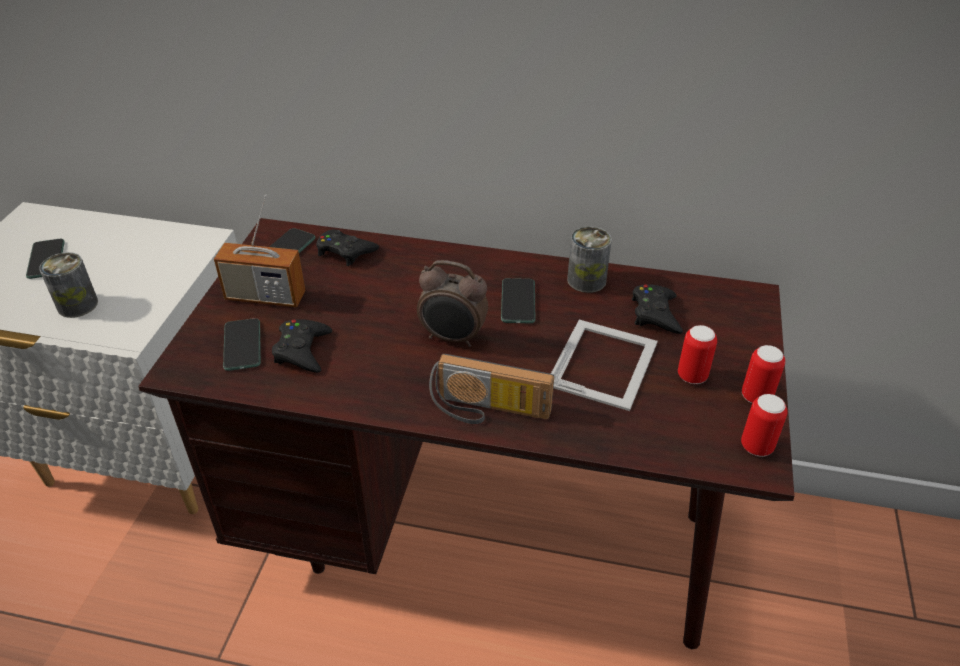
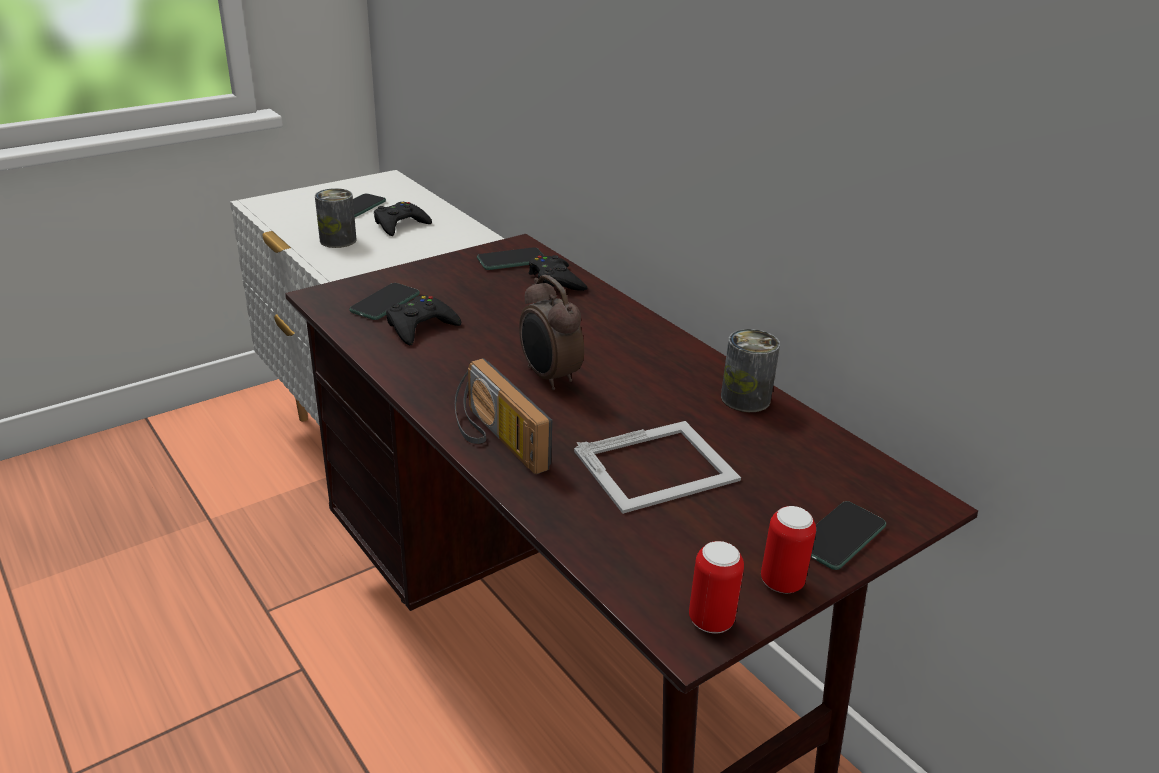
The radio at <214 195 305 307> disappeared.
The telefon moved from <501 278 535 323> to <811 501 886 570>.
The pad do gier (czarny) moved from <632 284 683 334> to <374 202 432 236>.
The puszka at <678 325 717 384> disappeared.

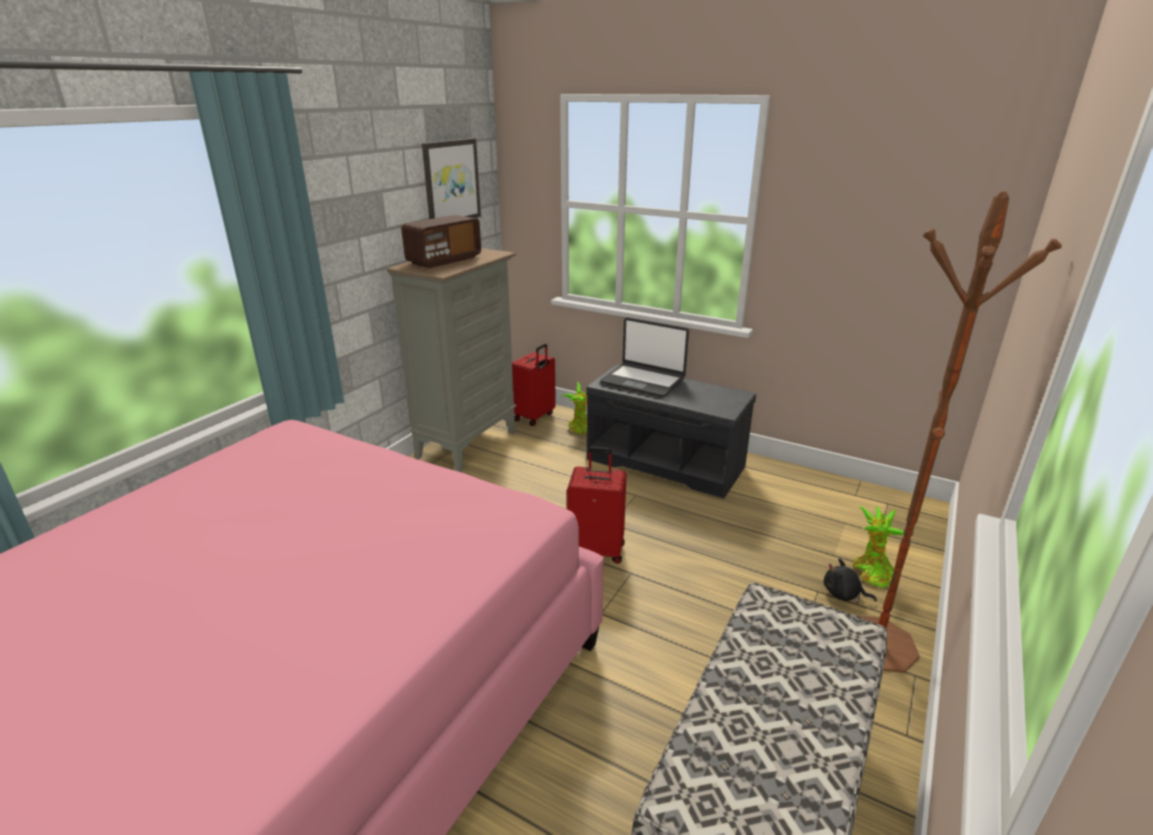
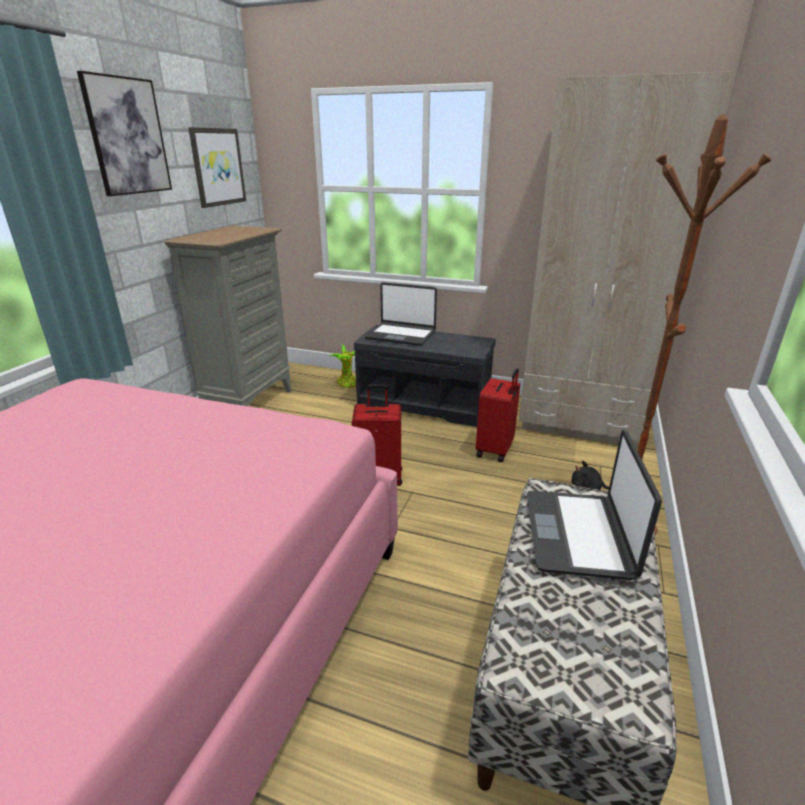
The radio at <401 215 481 268> disappeared.
The walizka (czerwony) moved from <512 344 556 426> to <476 368 520 462>.
The roślina doniczkowa at <853 506 904 588> disappeared.
The obraz at <77 71 172 196> appeared.
The szafa (beżowy) at <519 71 733 449> appeared.
The laptop at <527 430 662 580> appeared.

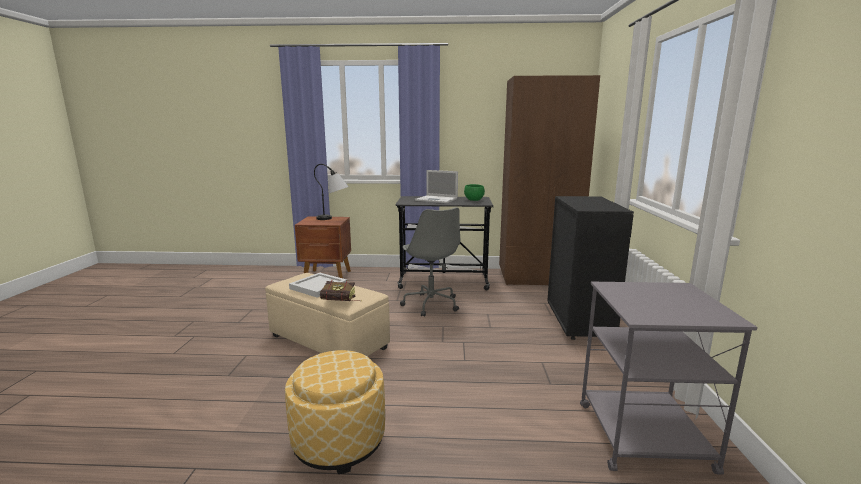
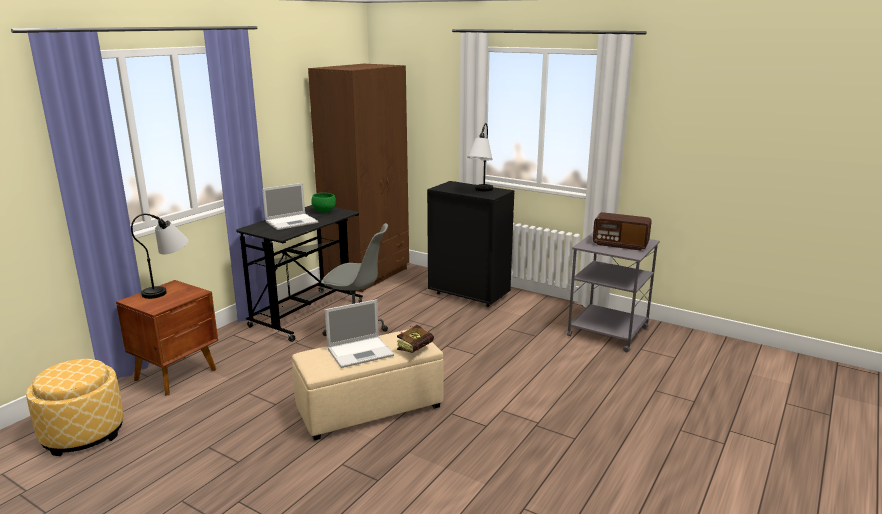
The taca (biały) at <289 273 347 298> was replaced by the laptop at <325 299 394 368>.
The pufa moved from <285 350 385 474> to <26 359 124 456>.
The lampa stołowa at <467 123 493 191> appeared.
The radio at <593 212 652 251> appeared.

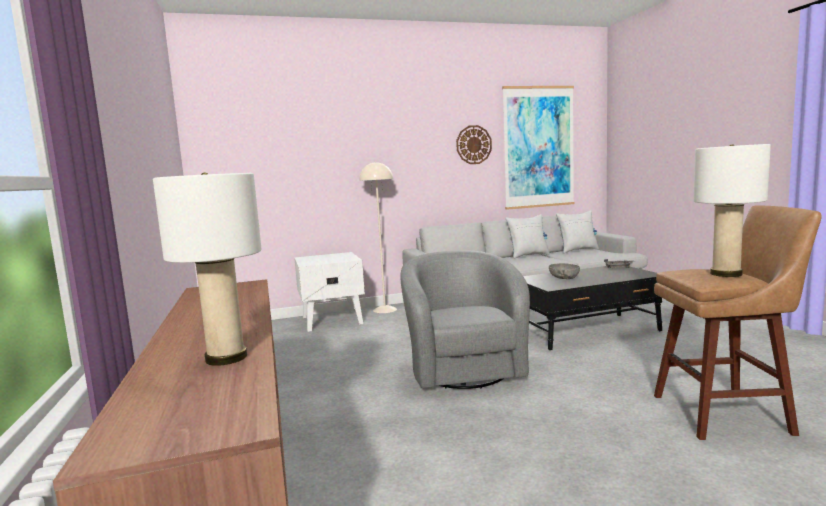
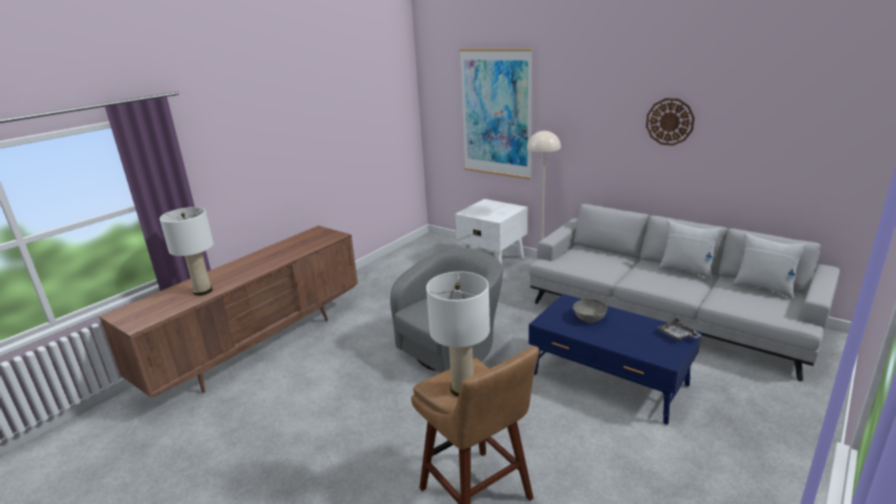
The obraz moved from <502 86 574 210> to <459 48 533 180>.
The ława (czarny) at <523 266 662 350> became the ława (niebieski) at <529 294 702 424>.

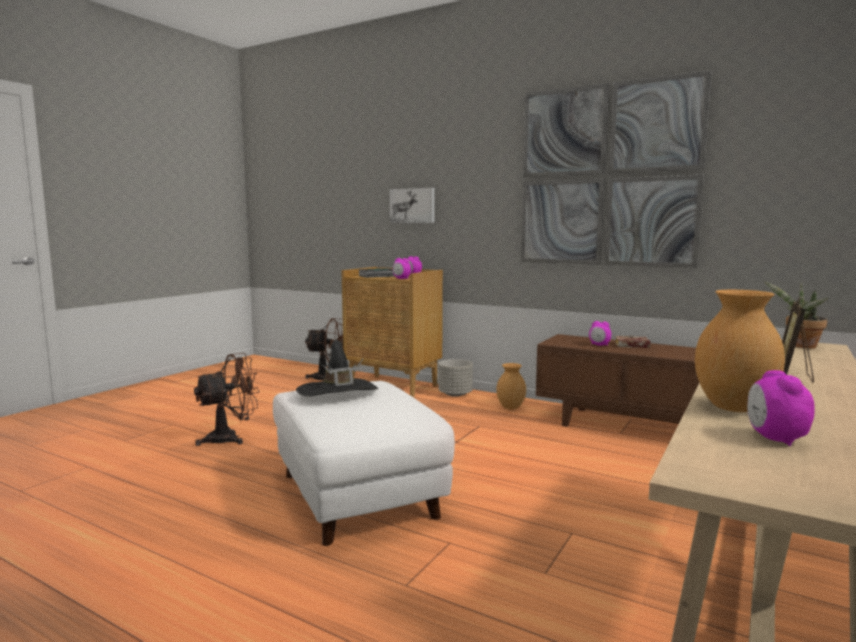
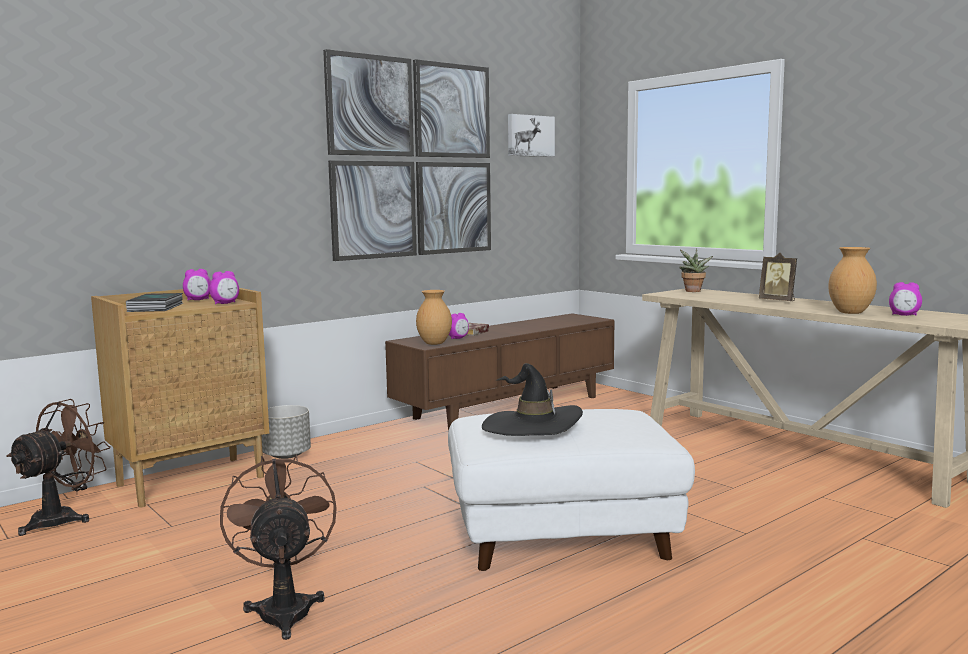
The obraz moved from <390 188 435 223> to <508 114 555 157>.
The wazon (brązowy) moved from <496 363 526 410> to <416 290 452 345>.

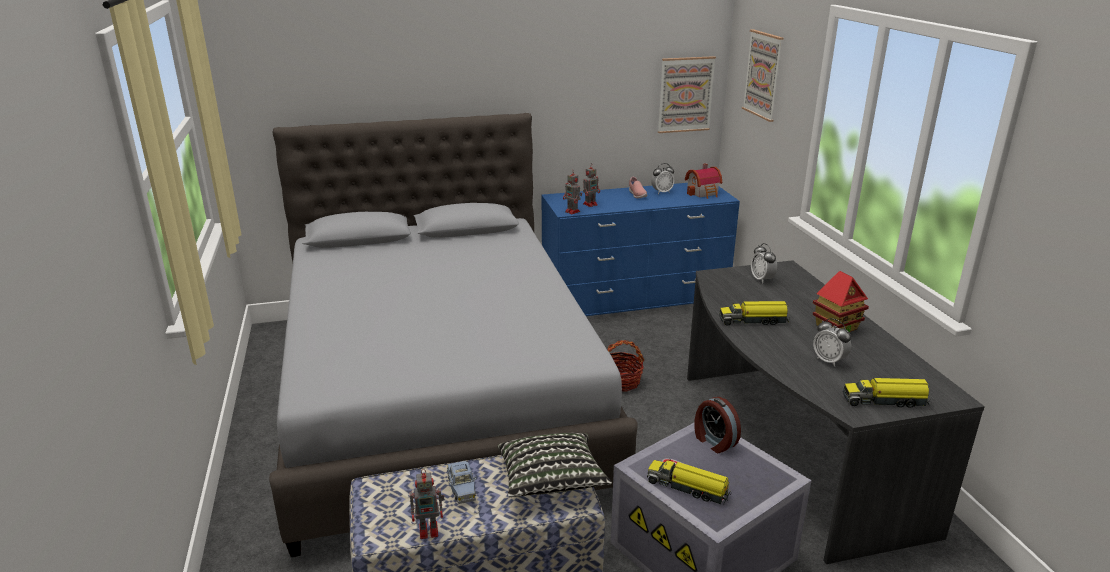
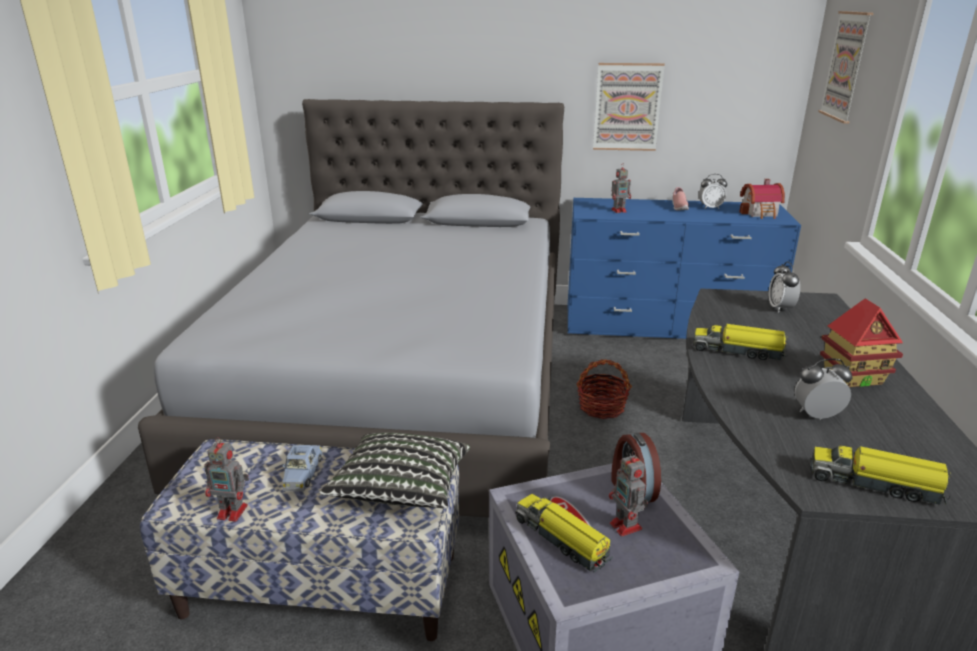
The obraz moved from <658 56 716 133> to <593 63 665 151>.
The robot zabawkowy moved from <563 170 582 214> to <609 451 648 537>.
The budzik at <813 318 851 367> turned 105 degrees clockwise.

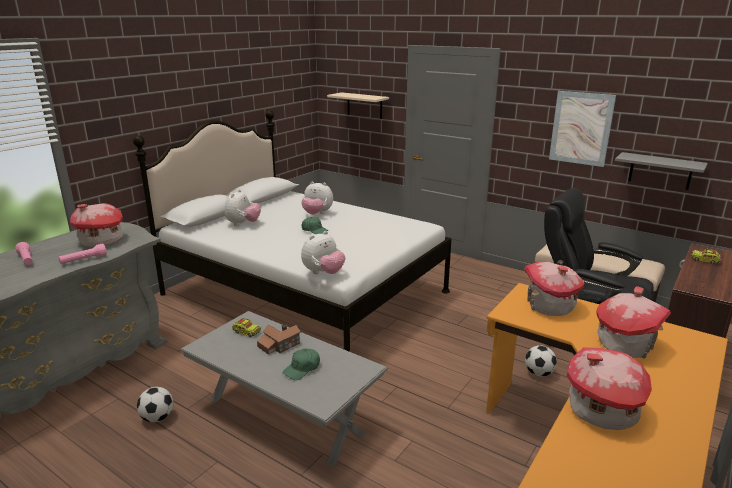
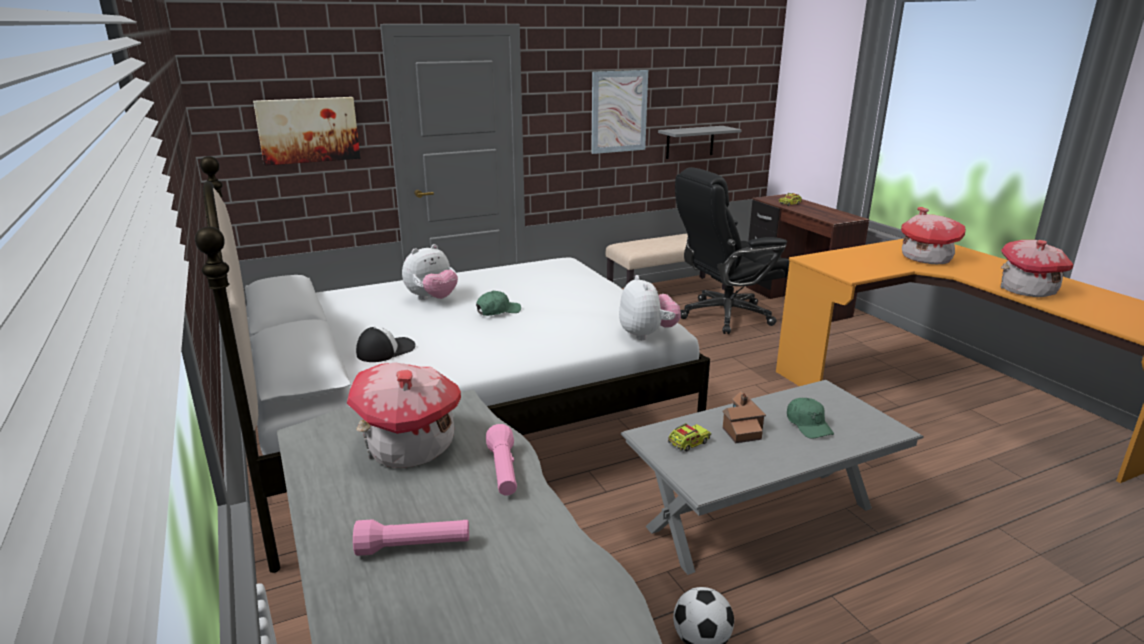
The półka (beżowy) at <327 92 389 119> was replaced by the obraz at <253 97 360 166>.
The pluszak at <225 189 261 226> was replaced by the czapka z daszkiem at <356 327 416 362>.
The domek at <524 262 584 316> disappeared.
The piłka futbolowa at <525 345 557 377> disappeared.

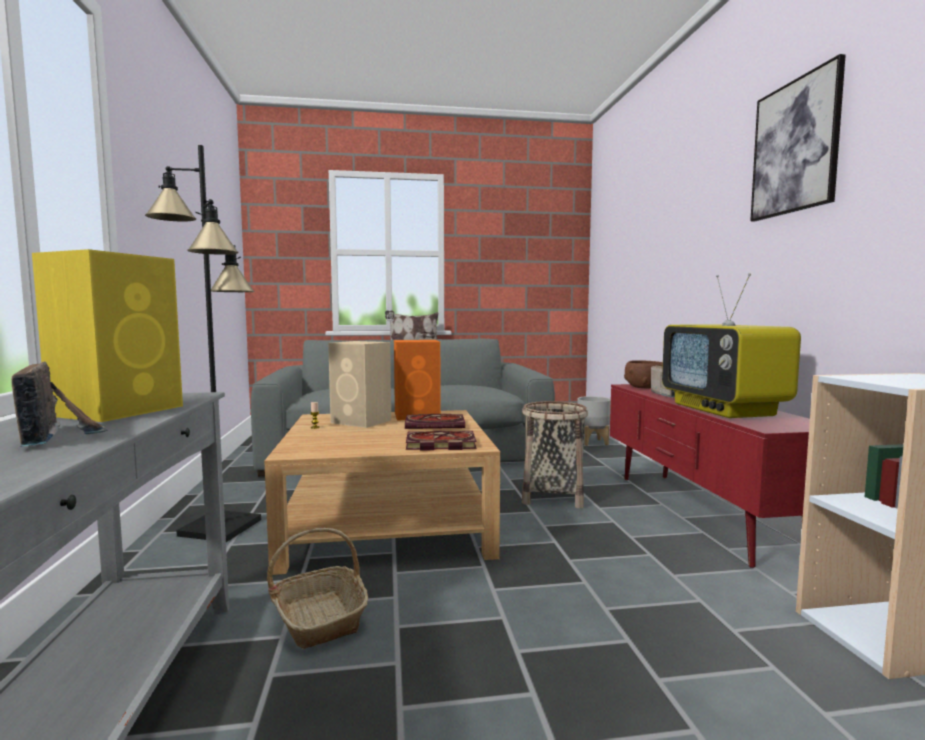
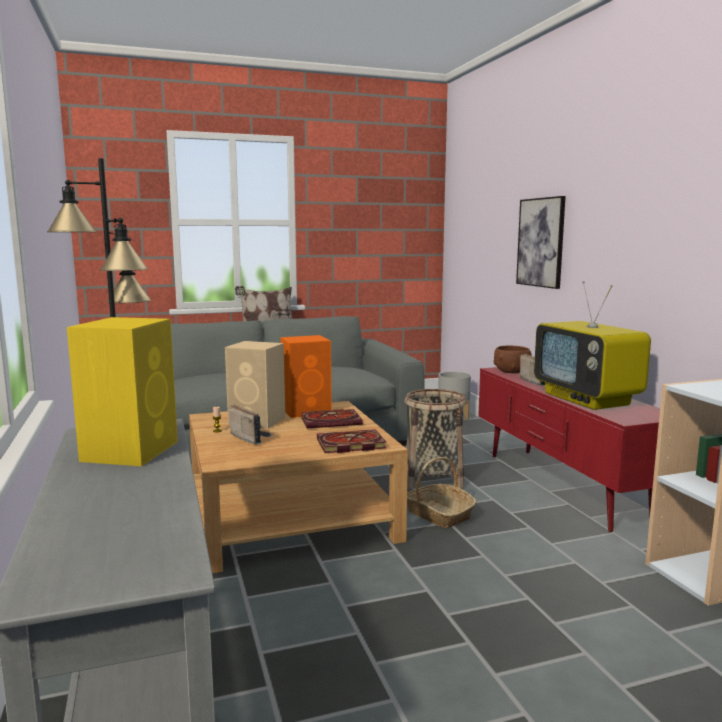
The obraz moved from <750 54 846 221> to <516 196 566 289>.
The radio moved from <11 362 107 447> to <228 405 274 445>.
The koszyk moved from <267 528 368 649> to <407 457 477 528>.

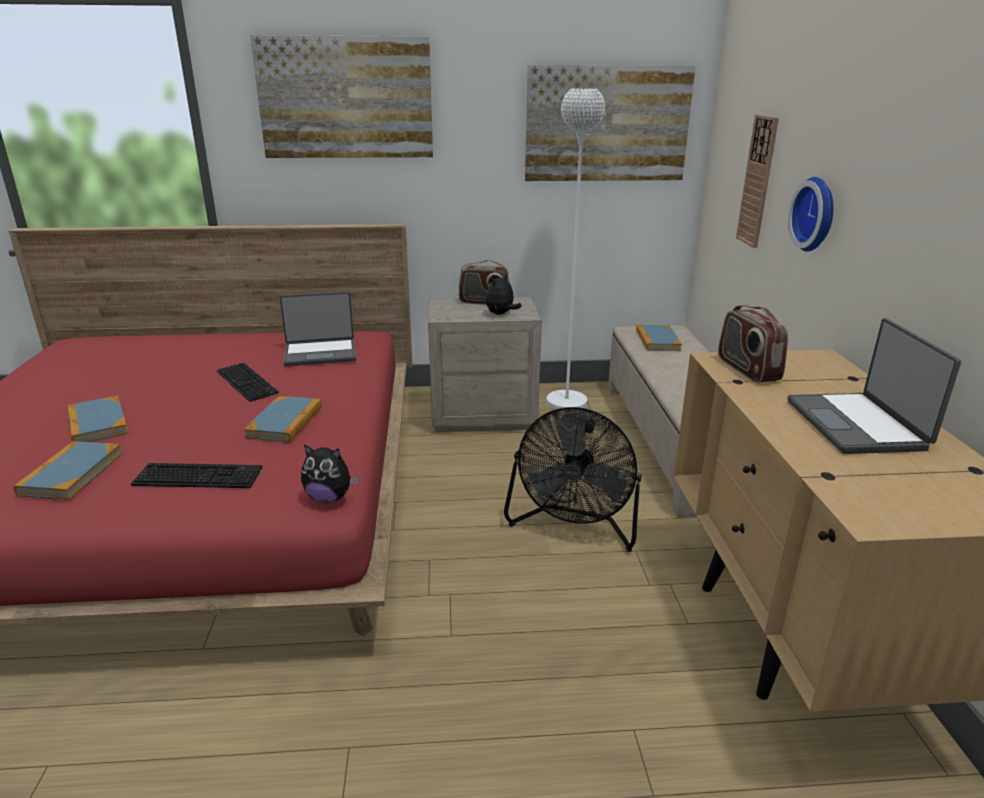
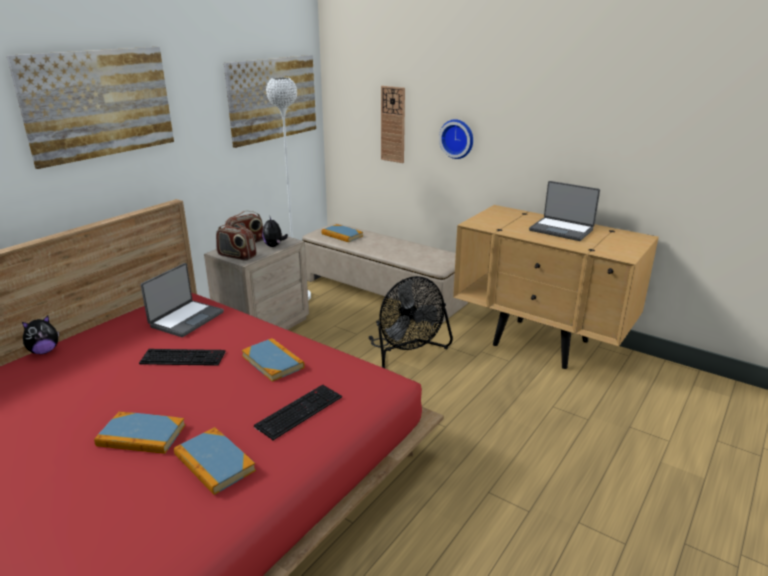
The radio moved from <718 305 788 383> to <216 224 257 261>.
The pluszak moved from <301 444 359 503> to <22 315 59 354>.

